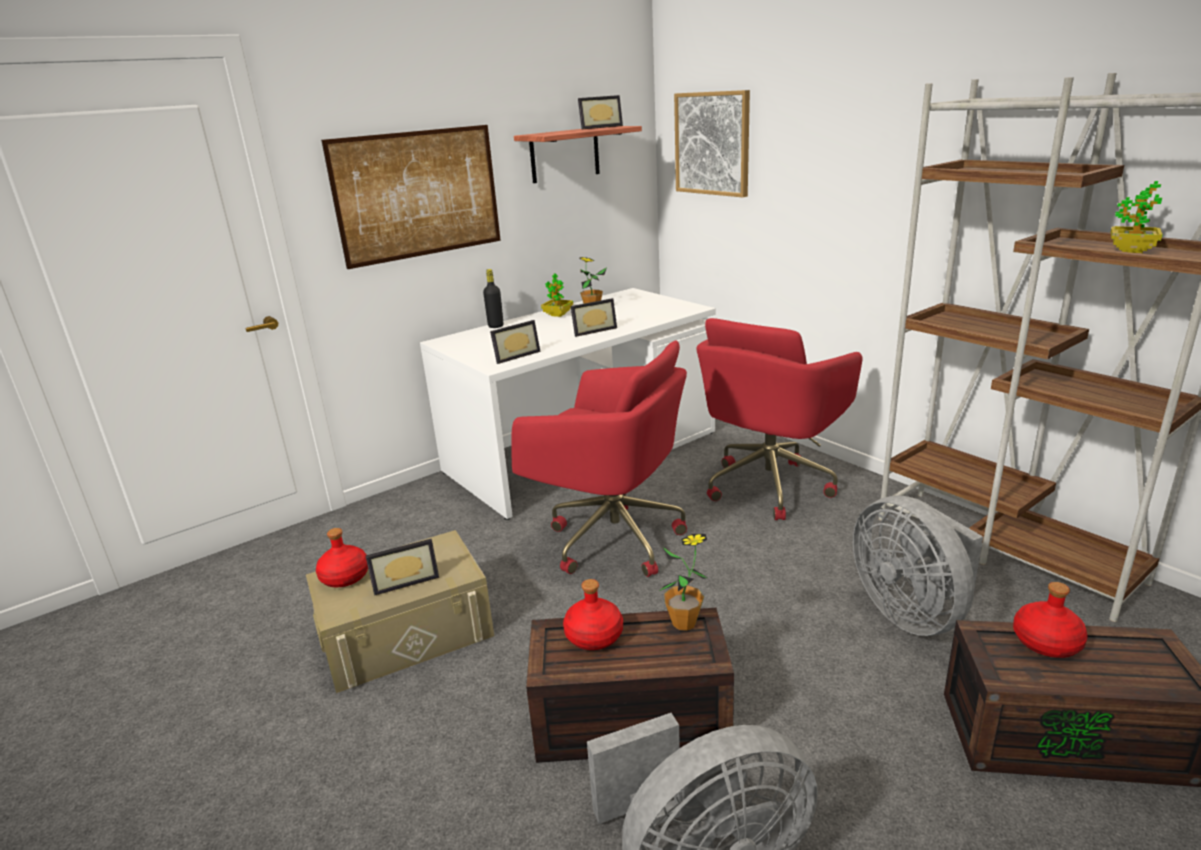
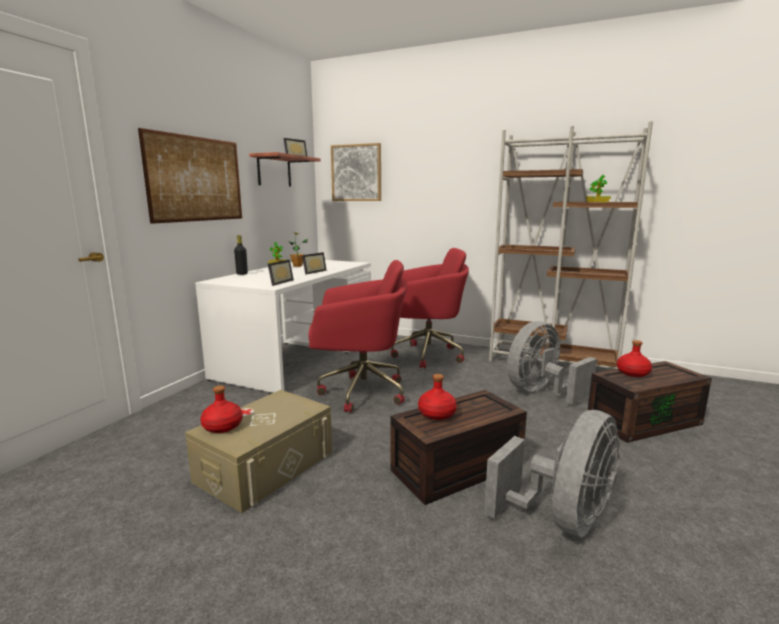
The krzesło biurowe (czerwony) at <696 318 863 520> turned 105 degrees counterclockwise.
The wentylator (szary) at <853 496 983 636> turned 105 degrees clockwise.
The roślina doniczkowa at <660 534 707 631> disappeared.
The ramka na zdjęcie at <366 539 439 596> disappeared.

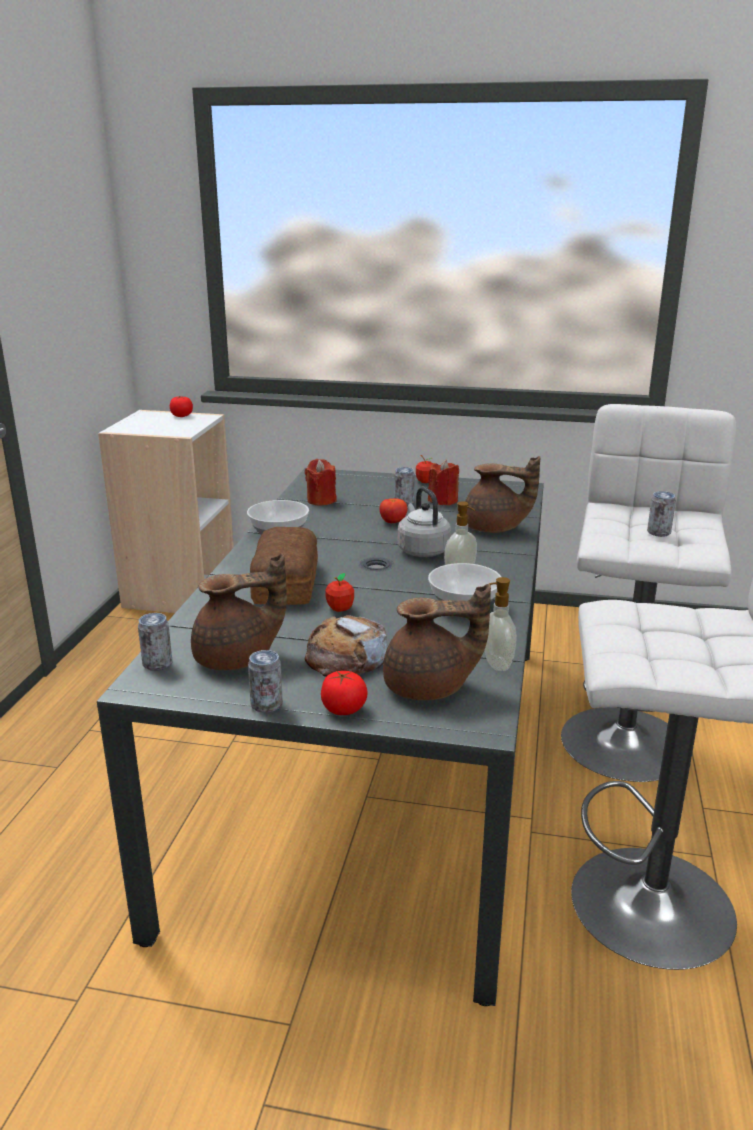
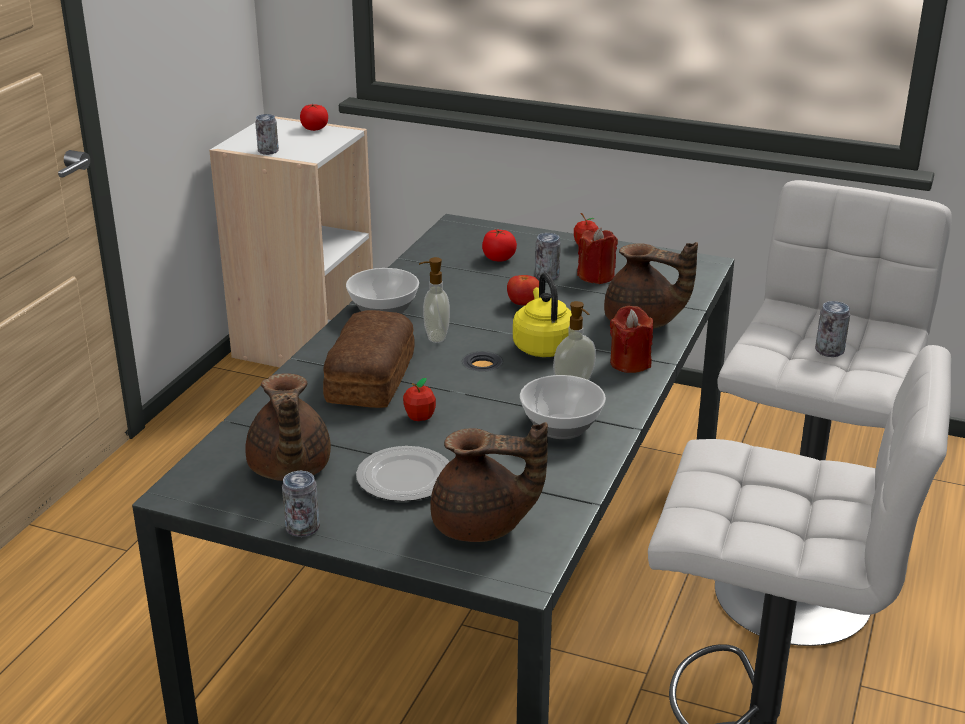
The świeca (czerwony) moved from <305 459 337 506> to <610 306 653 373>.
The czajnik (szary) at <398 487 451 557> became the czajnik (żółty) at <513 273 572 357>.
The imbryk (brązowy) at <191 553 287 670> turned 90 degrees clockwise.
The dozownik mydła moved from <484 577 517 671> to <419 257 450 343>.
The puszka moved from <138 613 172 671> to <255 114 279 155>.
The chleb at <305 615 387 677> was replaced by the talerz at <356 446 449 502>.
The pomidor moved from <321 671 368 715> to <482 229 517 261>.

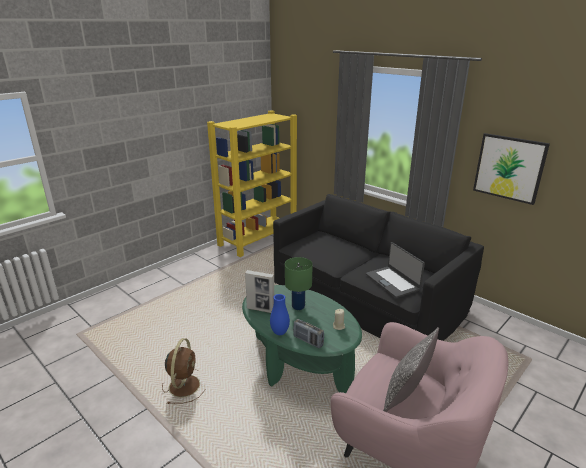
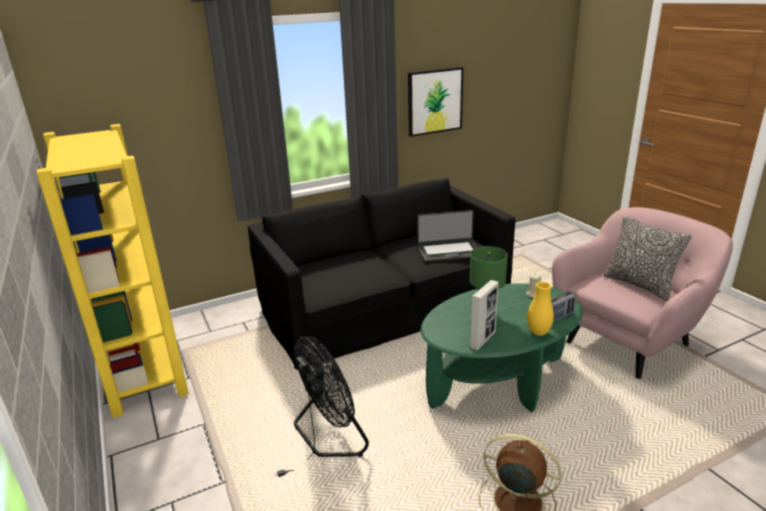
The wazon (niebieski) at <270 294 290 335> became the wazon (żółty) at <527 282 554 336>.
The wentylator (czarny) at <275 336 369 477> appeared.

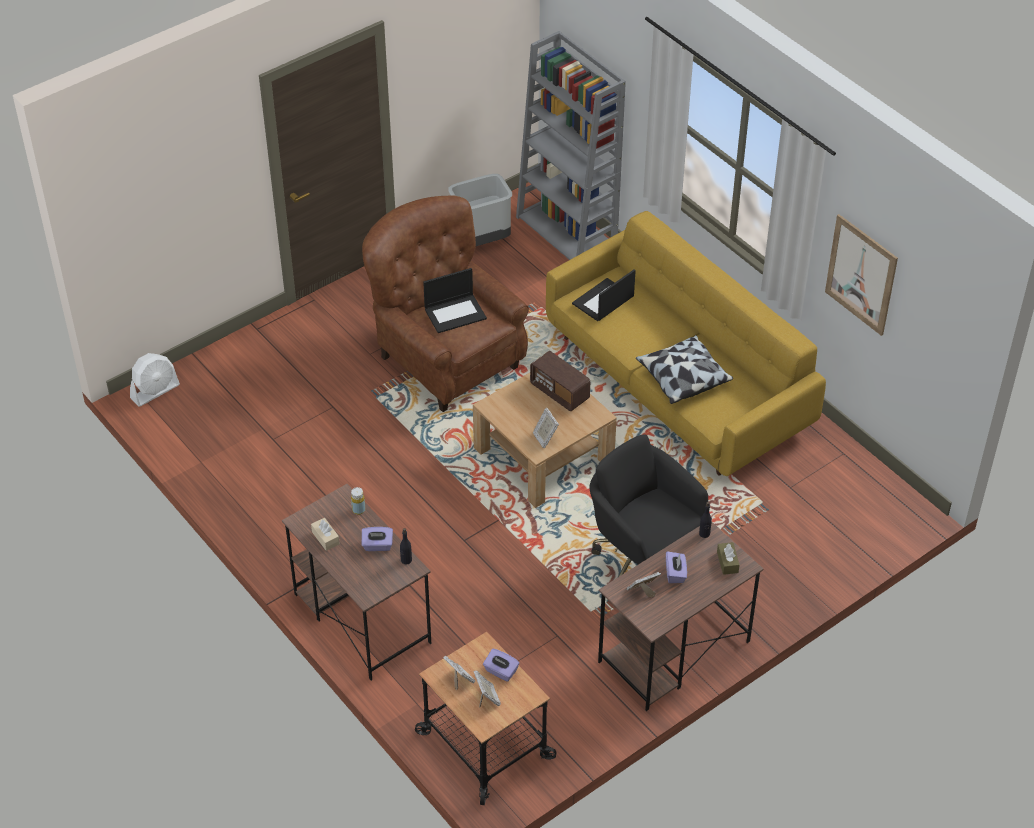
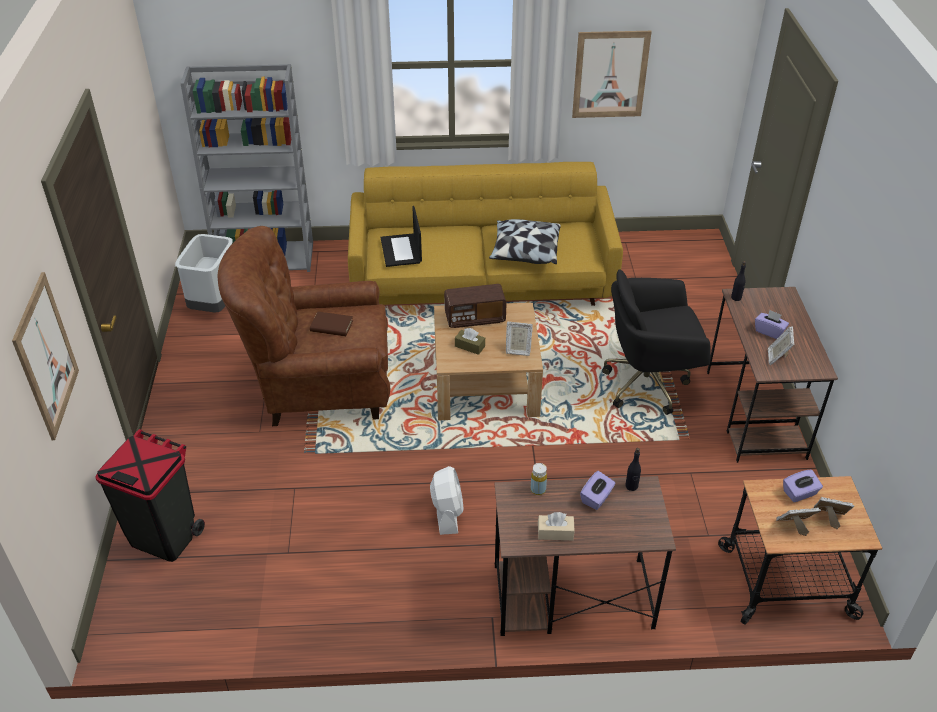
The laptop at <423 268 487 333> was replaced by the książka (brązowy) at <310 312 353 336>.
The wentylator (biały) moved from <130 353 180 407> to <430 466 464 535>.
The pudełko chusteczek (brązowy) moved from <717 542 739 575> to <455 328 485 355>.
The obraz at <12 272 79 440> appeared.
The kosz na śmieci (czarny) at <95 429 205 562> appeared.

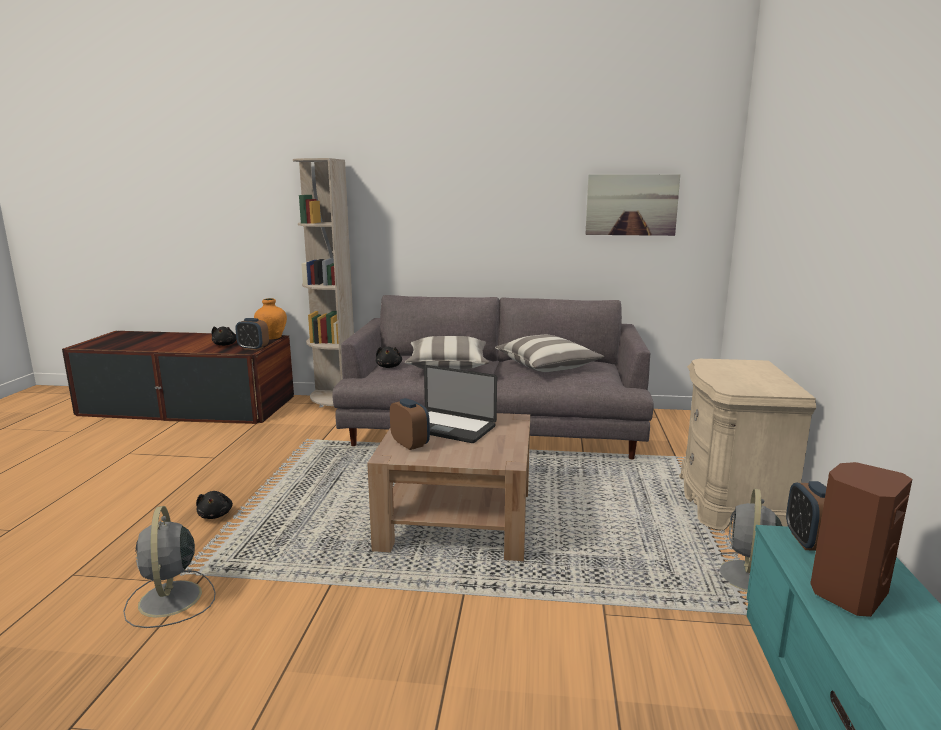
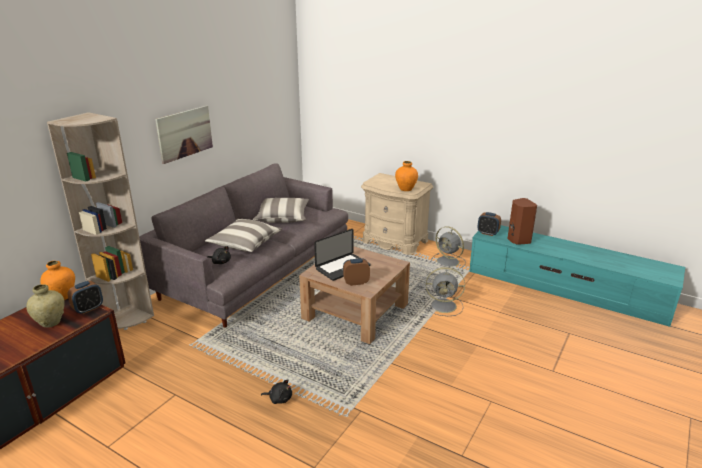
The obraz moved from <585 174 680 236> to <155 105 213 164>.
The pluszak (czarny) at <211 327 237 346> was replaced by the wazon (beżowy) at <26 284 65 328>.
The wentylator (szary) moved from <123 506 216 628> to <423 267 465 316>.
The wazon (pomarańczowy) at <395 161 418 191> appeared.

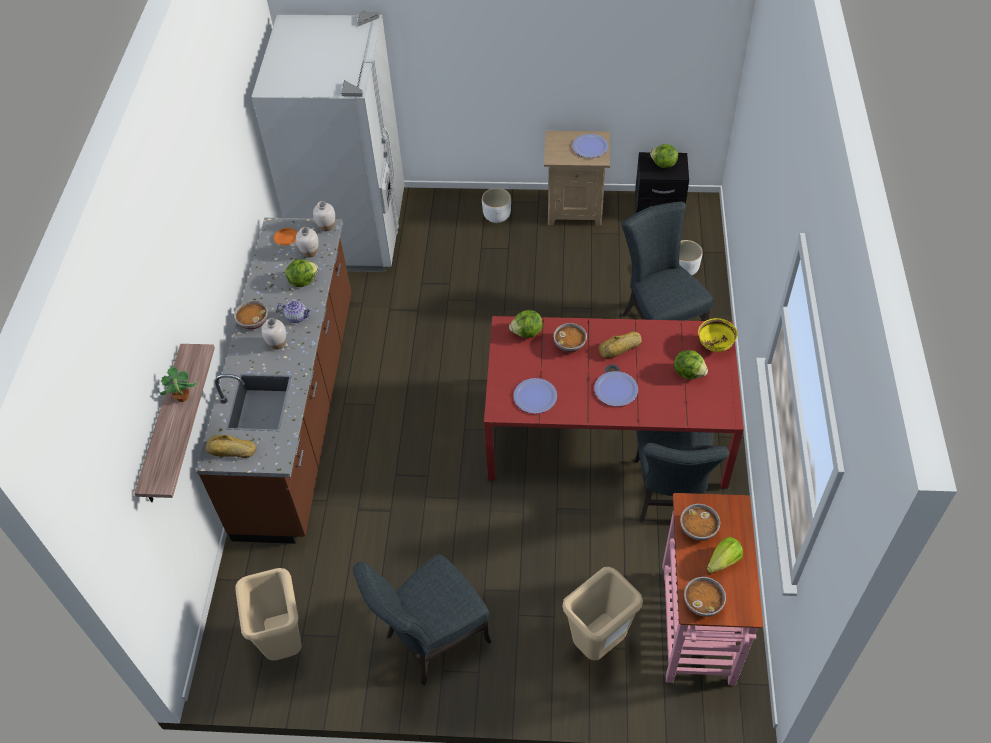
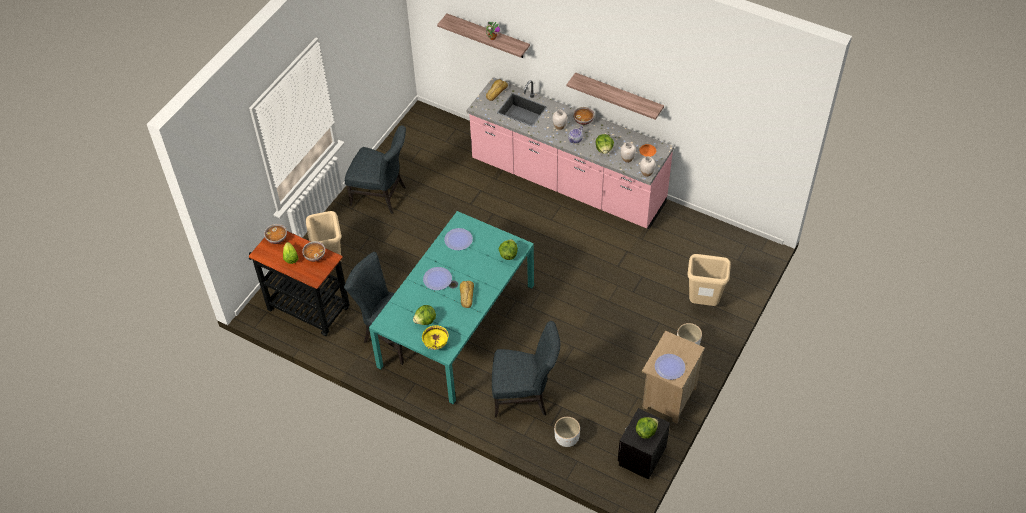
The lodówka (biały) at <252 12 405 272> disappeared.
The zabudowa kuchenna (brązowy) at <196 218 351 544> became the zabudowa kuchenna (różowy) at <466 77 674 229>.
The stół jadalny (czerwony) at <484 316 744 489> became the stół jadalny (turkusowy) at <369 211 534 405>.
The miska at <553 323 587 353> disappeared.
The wózek (różowy) at <662 493 763 686> became the wózek (czarny) at <249 231 350 336>.
The krzesło (szary) at <353 554 491 685> turned 120 degrees clockwise.
The kosz na śmieci (beżowy) moved from <235 568 302 661> to <688 254 731 306>.
The półka at <567 72 664 120> appeared.

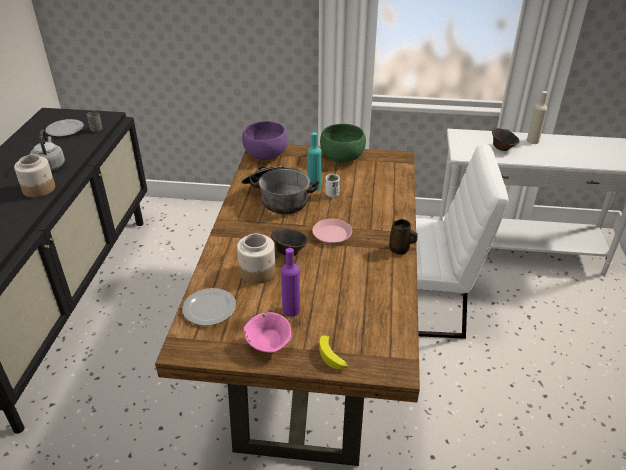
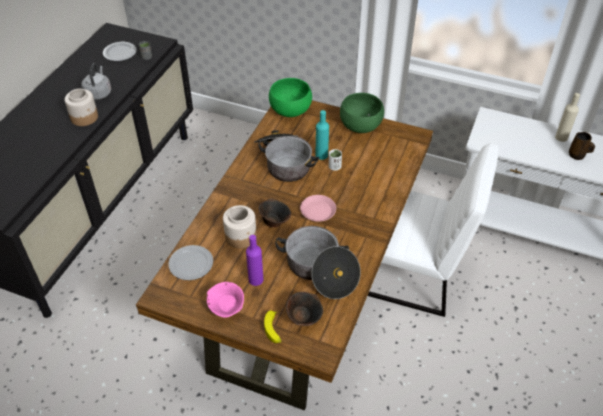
The miska (fioletowy) at <242 121 288 160> became the miska (zielony) at <269 78 312 117>.
The miska (brązowy) moved from <492 128 519 151> to <286 292 323 326>.
The kubek (brązowy) moved from <389 219 418 255> to <569 132 595 160>.
The garnek at <275 226 361 299> appeared.

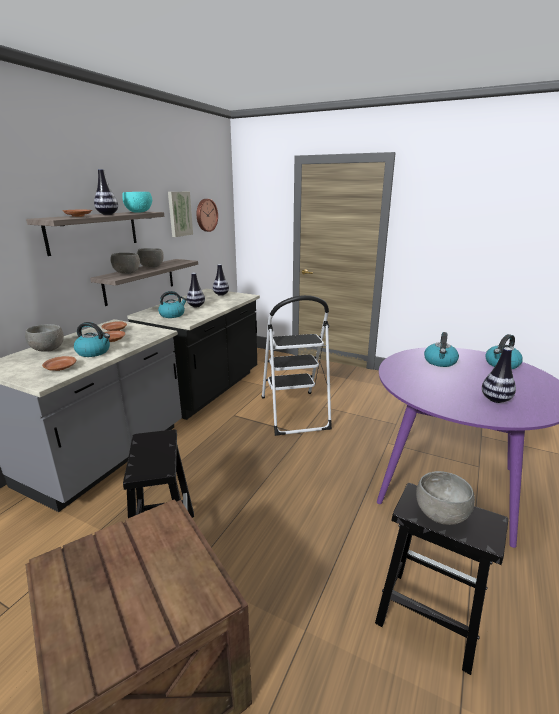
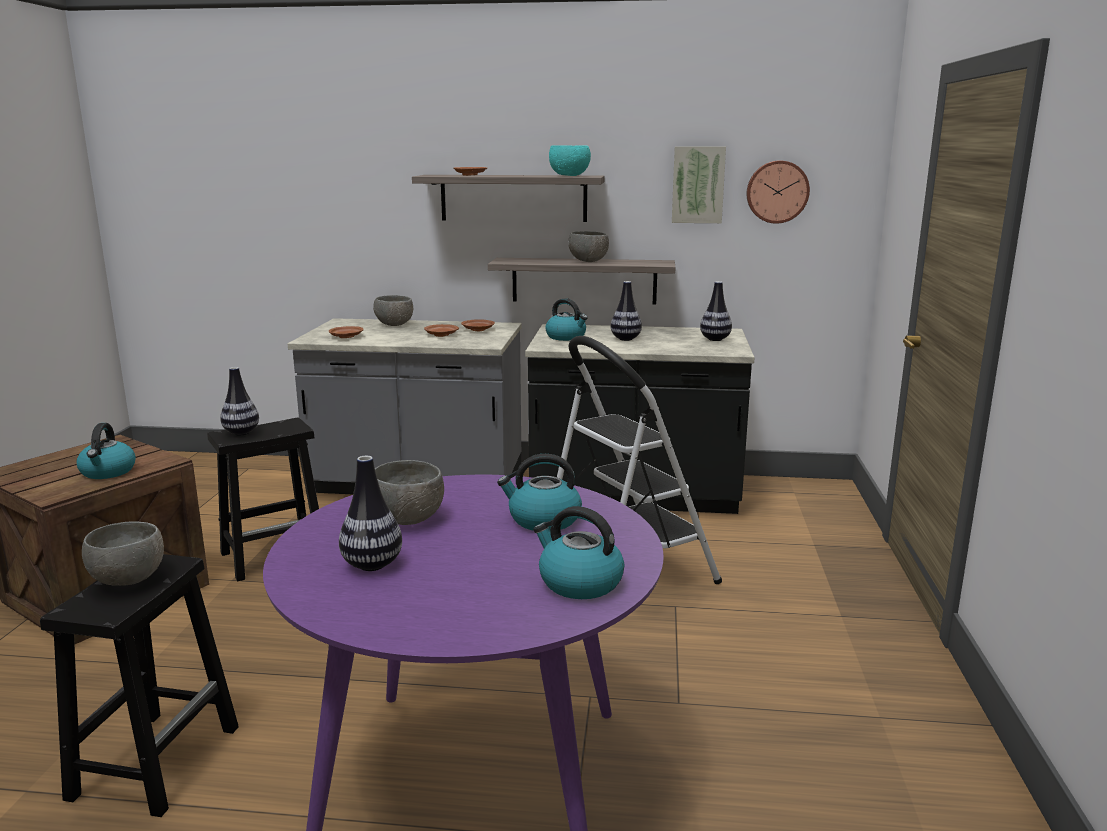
The wazon moved from <94 169 118 215> to <220 367 259 436>.
The miska (szary) moved from <110 253 140 274> to <375 460 444 525>.
The czajnik moved from <74 322 110 357> to <76 423 136 479>.

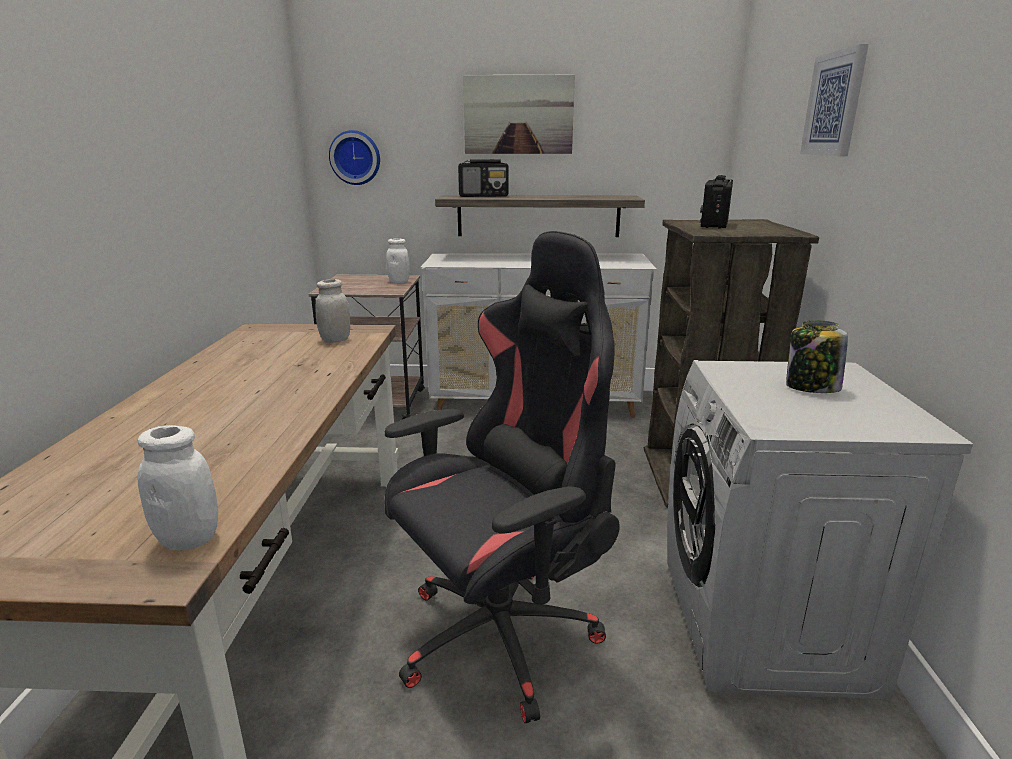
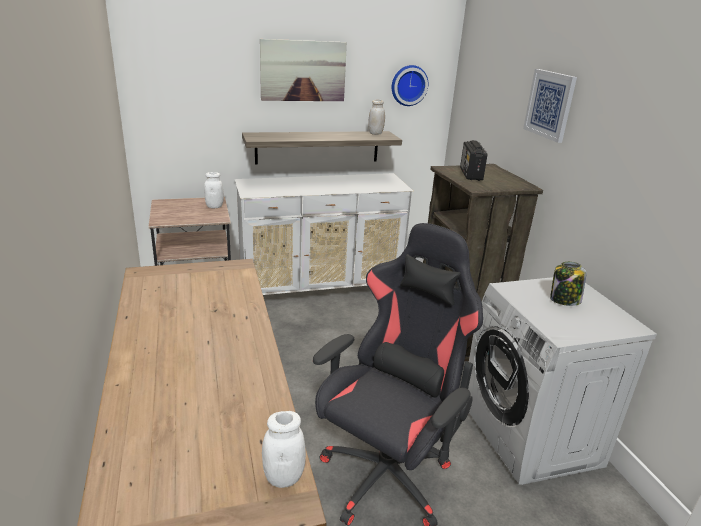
The zegar ścienny moved from <329 130 380 185> to <392 65 428 106>.
The radio at <458 159 509 197> disappeared.
The słoik (biały) moved from <315 279 350 343> to <368 100 385 135>.

